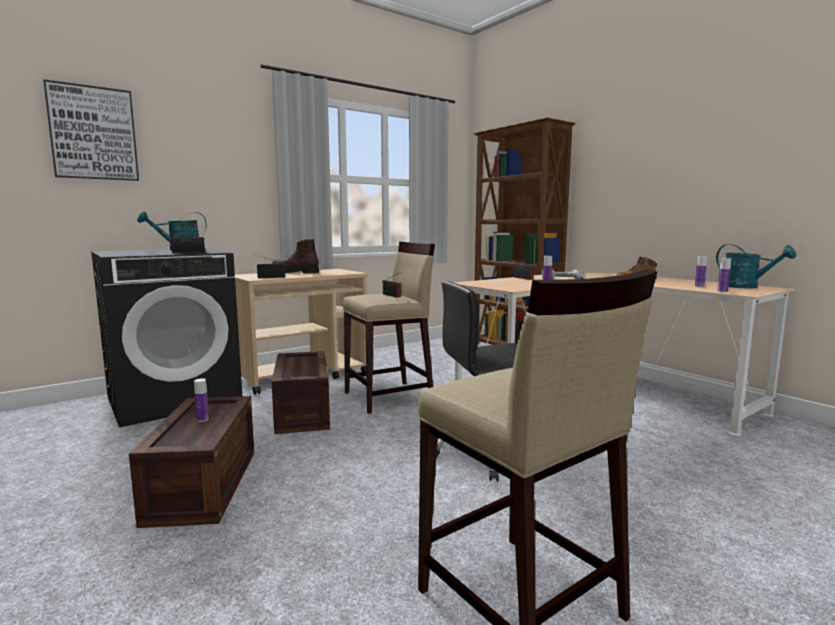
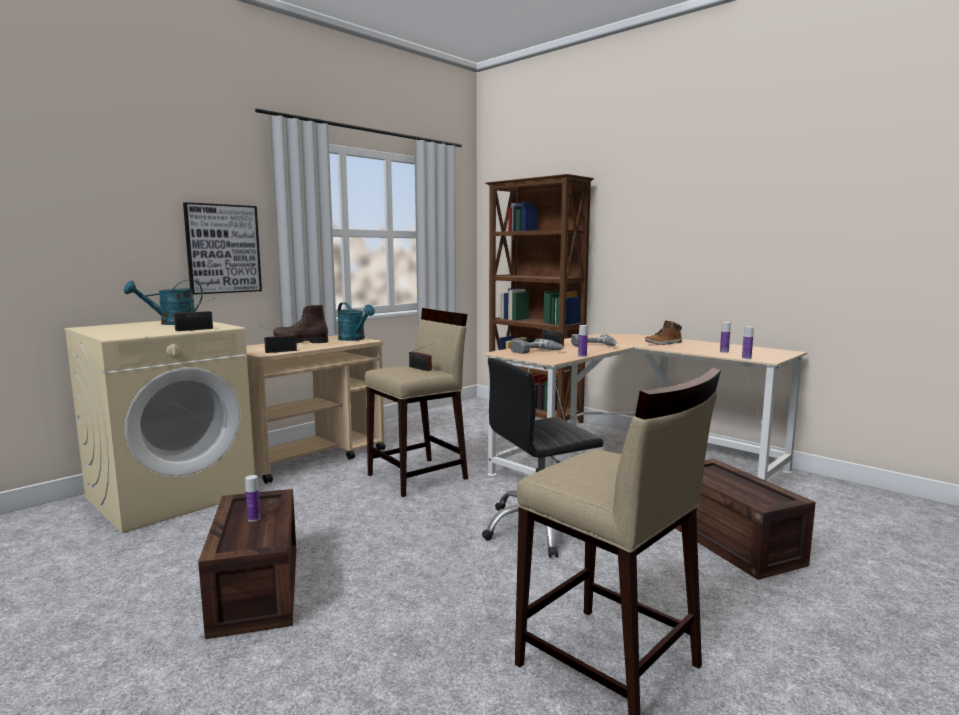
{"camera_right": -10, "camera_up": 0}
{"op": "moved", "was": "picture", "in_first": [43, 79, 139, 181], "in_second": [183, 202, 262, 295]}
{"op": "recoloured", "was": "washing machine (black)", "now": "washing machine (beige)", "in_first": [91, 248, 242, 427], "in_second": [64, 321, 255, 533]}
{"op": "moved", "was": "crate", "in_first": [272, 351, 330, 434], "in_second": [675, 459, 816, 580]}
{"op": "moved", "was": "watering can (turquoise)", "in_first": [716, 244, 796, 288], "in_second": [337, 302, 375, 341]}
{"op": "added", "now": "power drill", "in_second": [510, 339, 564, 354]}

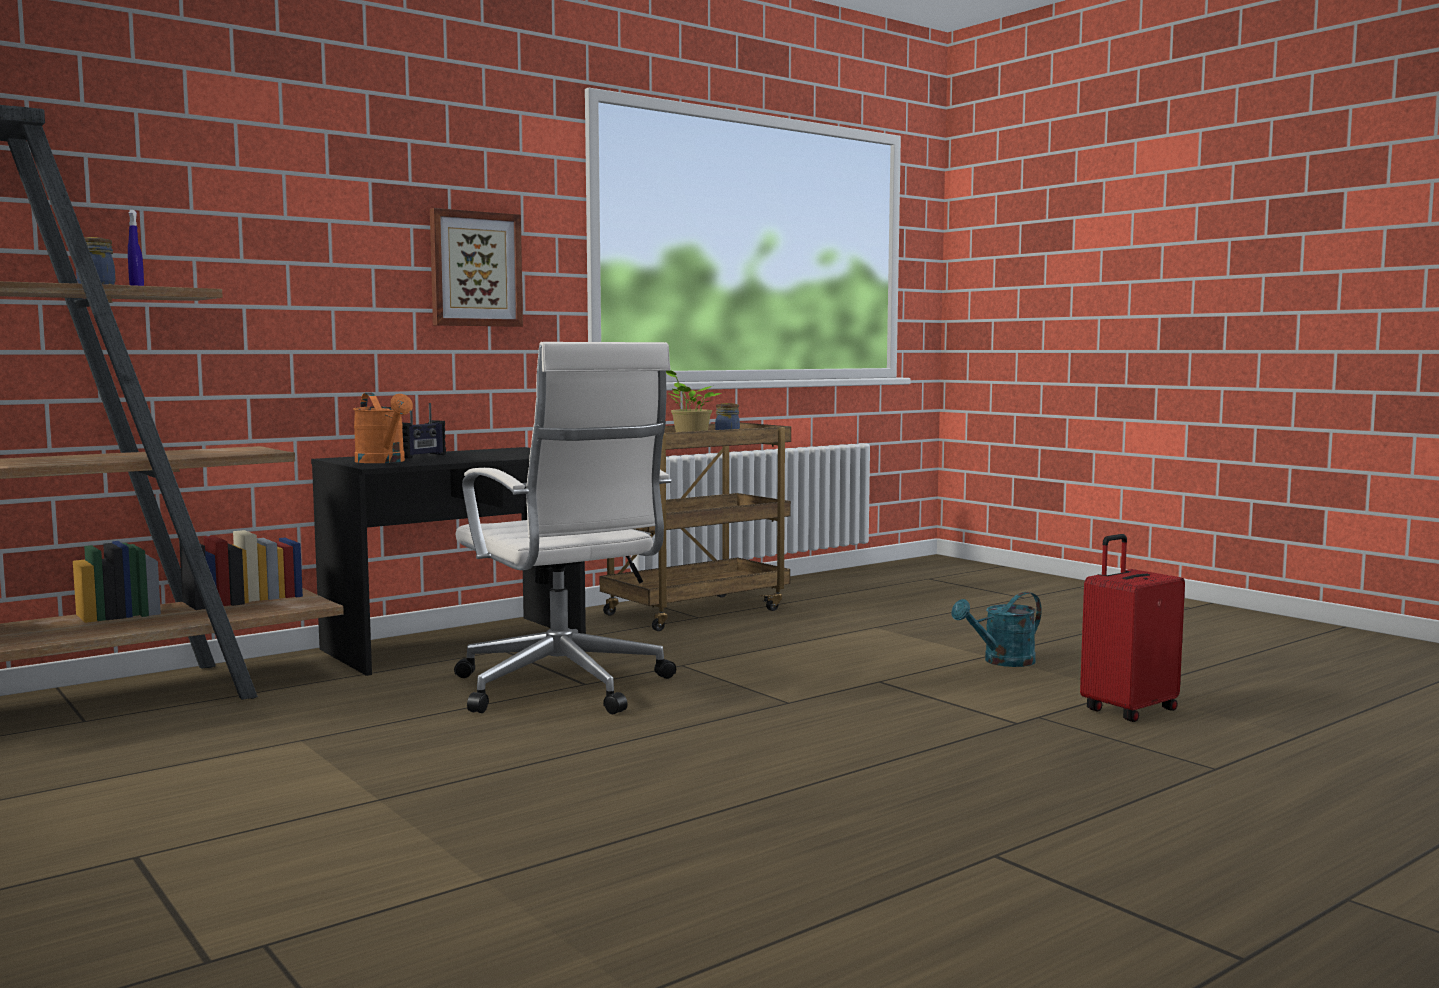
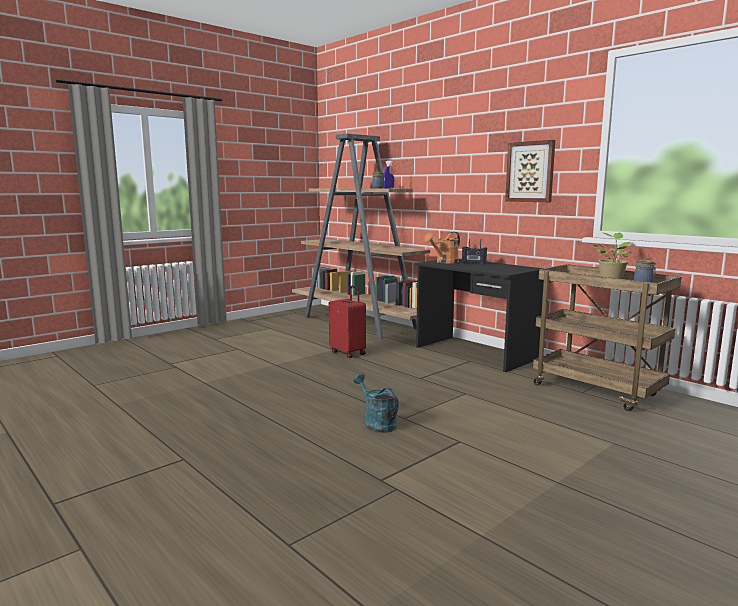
{"camera_right": 85, "camera_up": 5}
{"op": "removed", "was": "office chair (white)", "in_first": [454, 342, 676, 714]}
{"op": "moved", "was": "watering can (turquoise)", "in_first": [951, 592, 1042, 667], "in_second": [353, 373, 399, 433]}
{"op": "moved", "was": "suitcase (red)", "in_first": [1080, 534, 1185, 722], "in_second": [329, 286, 366, 358]}

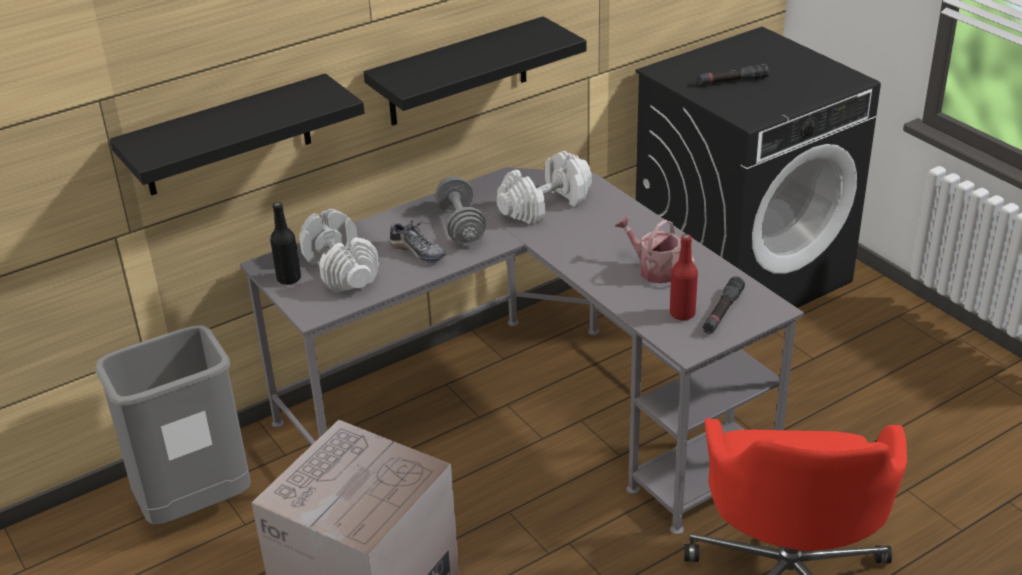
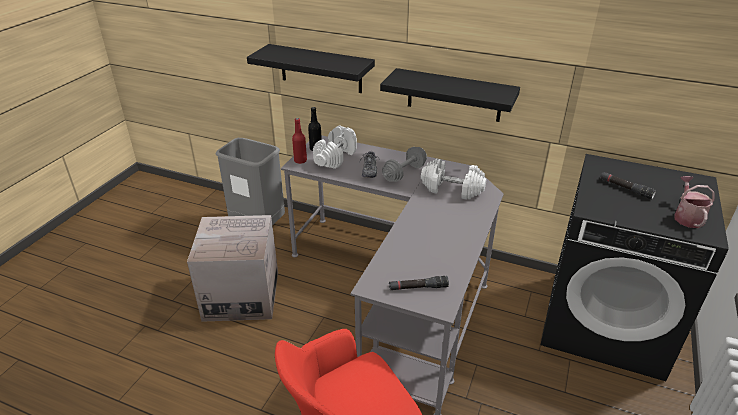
{"camera_right": 55, "camera_up": 0}
{"op": "moved", "was": "watering can", "in_first": [615, 216, 695, 284], "in_second": [674, 176, 715, 228]}
{"op": "moved", "was": "bottle (red)", "in_first": [670, 234, 698, 320], "in_second": [292, 118, 307, 164]}

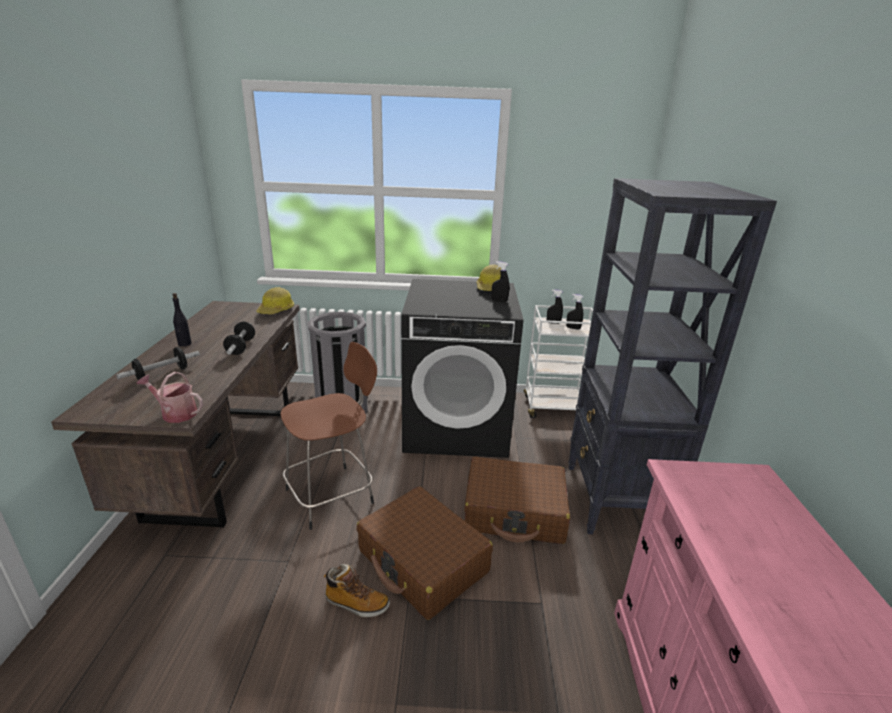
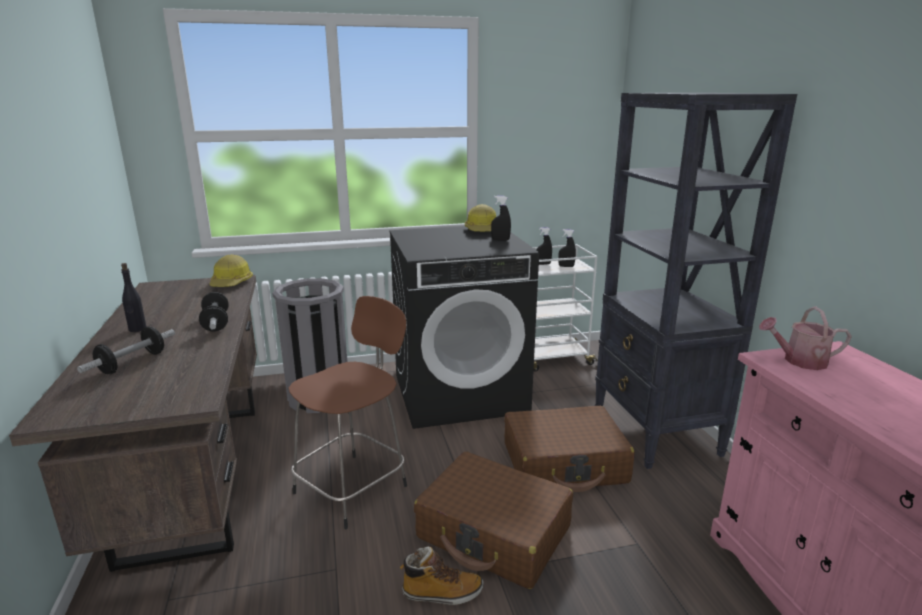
{"camera_right": -15, "camera_up": -5}
{"op": "moved", "was": "watering can", "in_first": [137, 371, 203, 423], "in_second": [759, 306, 852, 370]}

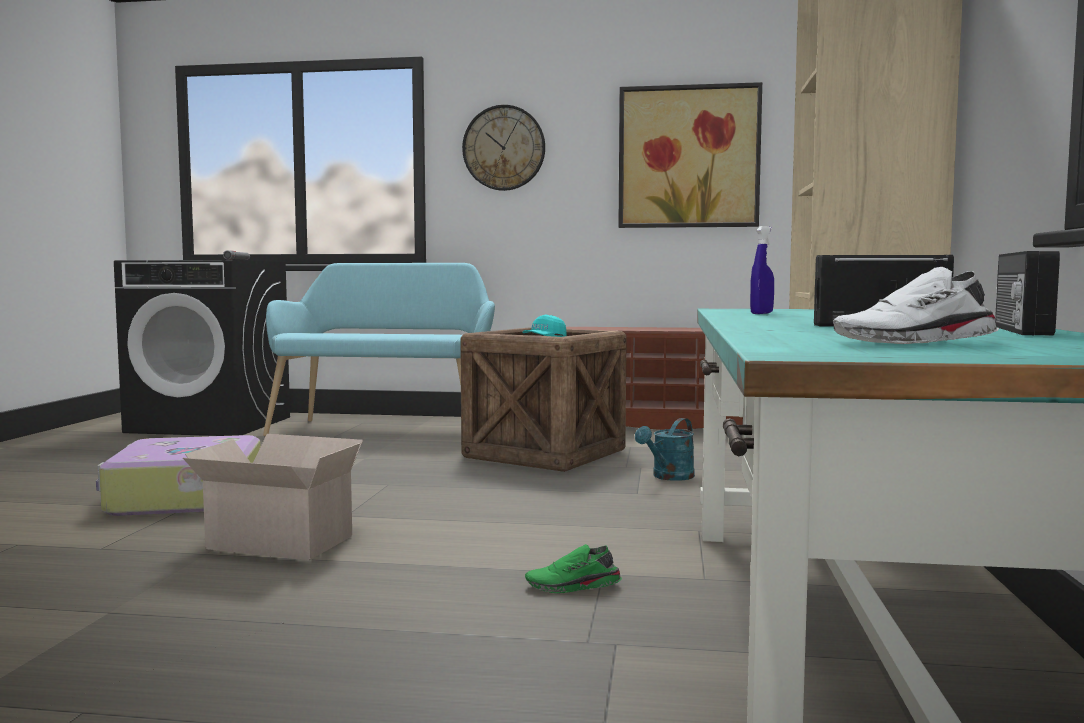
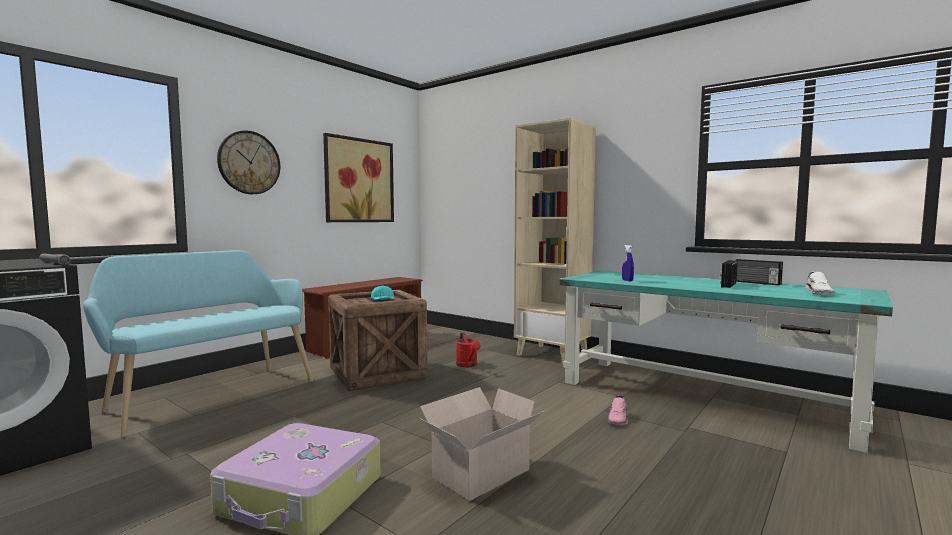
{"camera_right": -60, "camera_up": 0}
{"op": "recoloured", "was": "shoe (green)", "now": "shoe (pink)", "in_first": [525, 544, 622, 593], "in_second": [608, 395, 628, 425]}
{"op": "recoloured", "was": "watering can (turquoise)", "now": "watering can (red)", "in_first": [635, 418, 695, 481], "in_second": [456, 333, 481, 367]}

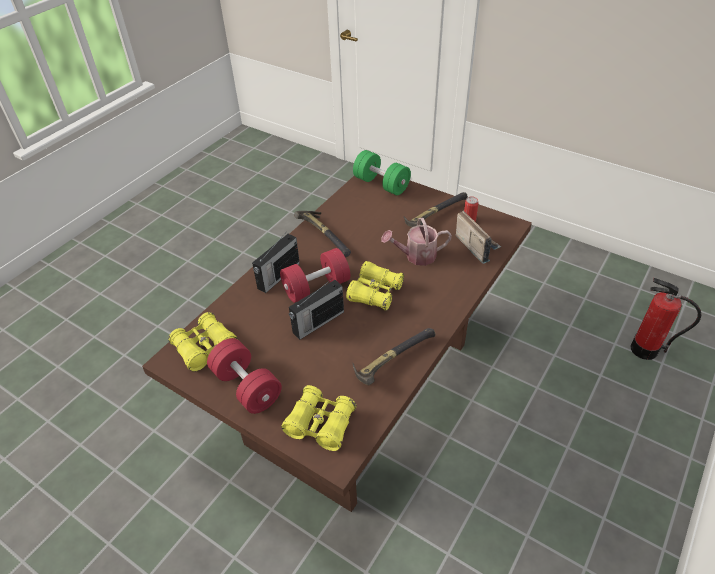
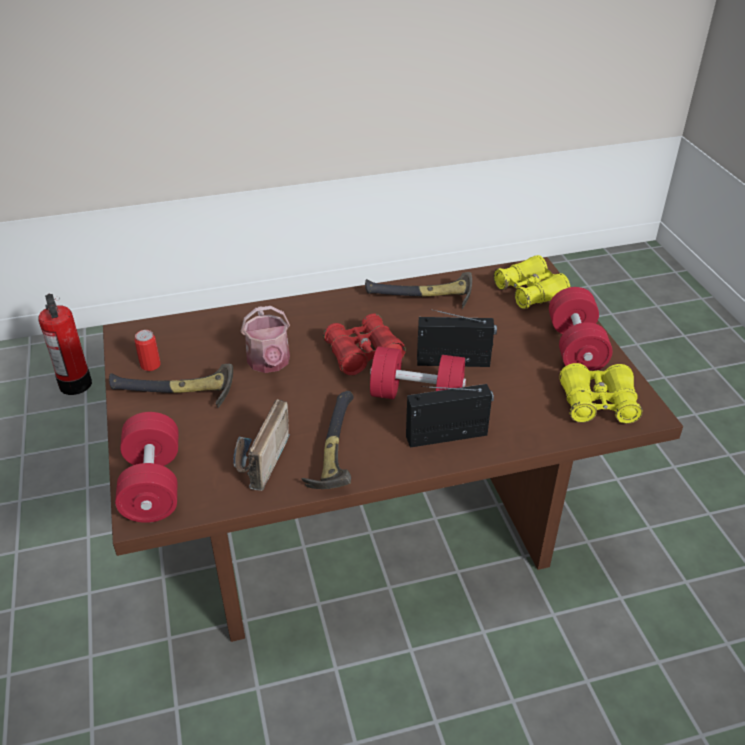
{"camera_right": -140, "camera_up": -5}
{"op": "recoloured", "was": "binoculars (yellow)", "now": "binoculars (red)", "in_first": [346, 261, 404, 311], "in_second": [323, 314, 406, 376]}
{"op": "recoloured", "was": "dumbbell (green)", "now": "dumbbell (red)", "in_first": [353, 150, 411, 195], "in_second": [115, 412, 178, 523]}
{"op": "turned", "was": "watering can", "in_first": [381, 218, 452, 266], "in_second": [241, 306, 290, 373], "clockwise": 45}
{"op": "moved", "was": "radio", "in_first": [456, 211, 501, 264], "in_second": [234, 399, 290, 491]}

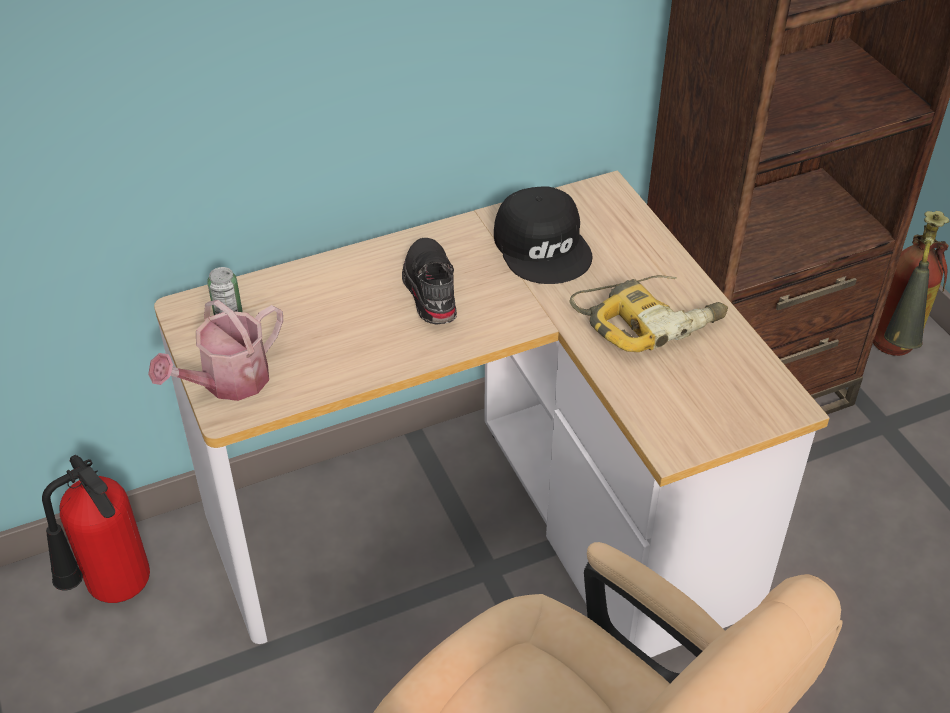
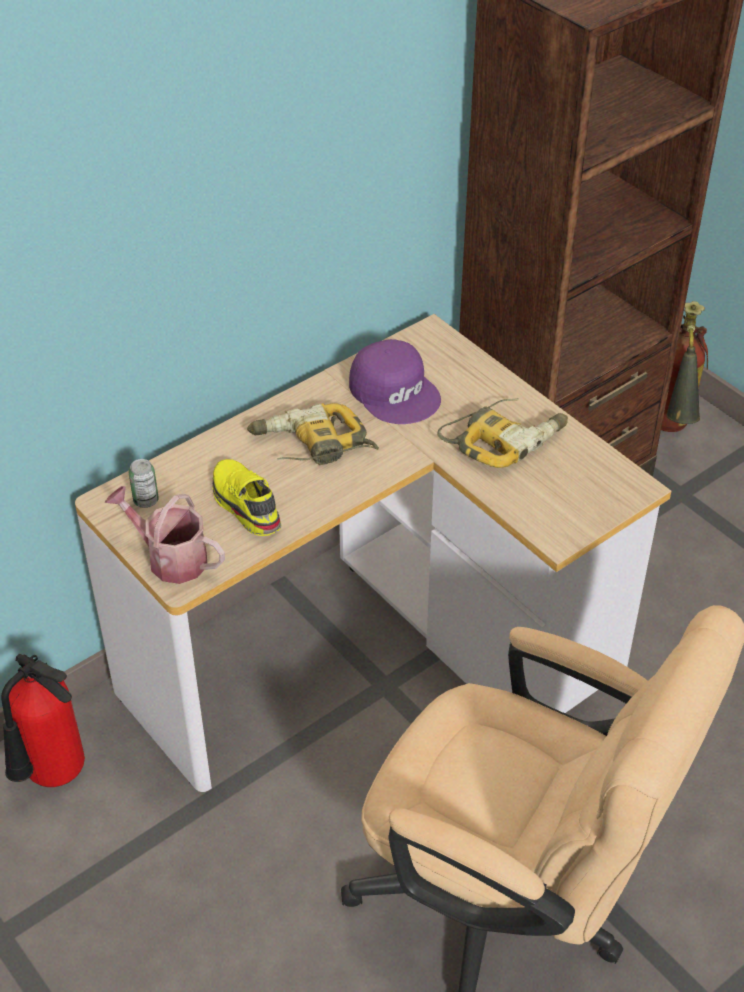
{"camera_right": -15, "camera_up": 0}
{"op": "turned", "was": "watering can", "in_first": [148, 300, 283, 401], "in_second": [104, 486, 225, 584], "clockwise": 90}
{"op": "replaced", "was": "shoe (black)", "now": "power drill", "in_first": [402, 238, 457, 324], "in_second": [247, 403, 379, 465]}
{"op": "recoloured", "was": "cap (black)", "now": "cap (purple)", "in_first": [494, 186, 593, 284], "in_second": [349, 339, 441, 424]}
{"op": "added", "now": "shoe (yellow)", "in_second": [212, 459, 282, 536]}

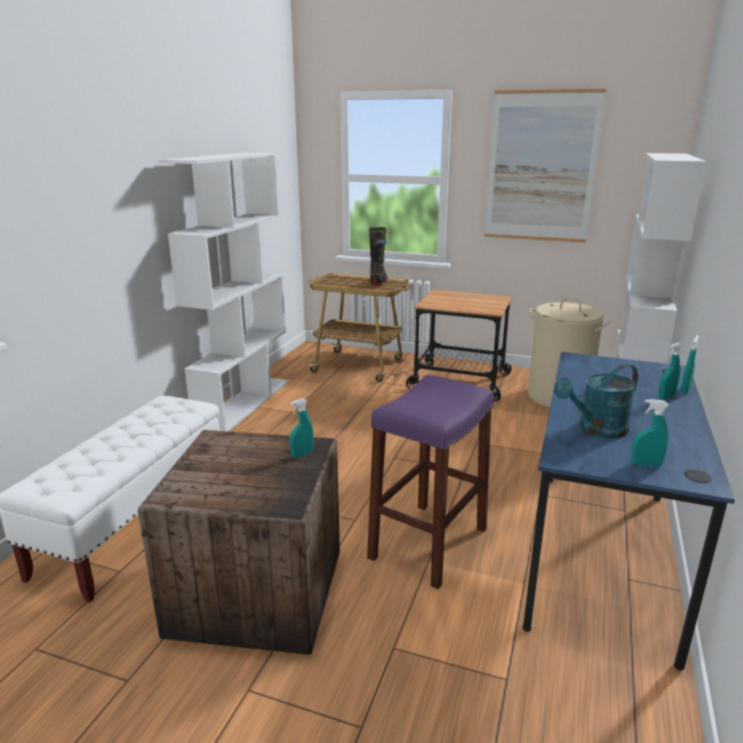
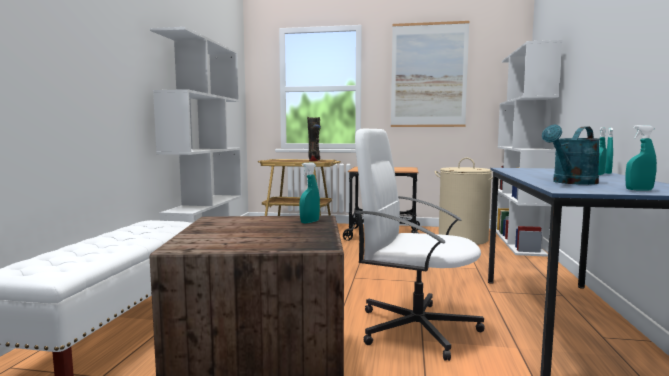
{"camera_right": -10, "camera_up": -15}
{"op": "replaced", "was": "stool (purple)", "now": "office chair (white)", "in_first": [367, 375, 494, 589], "in_second": [355, 129, 484, 361]}

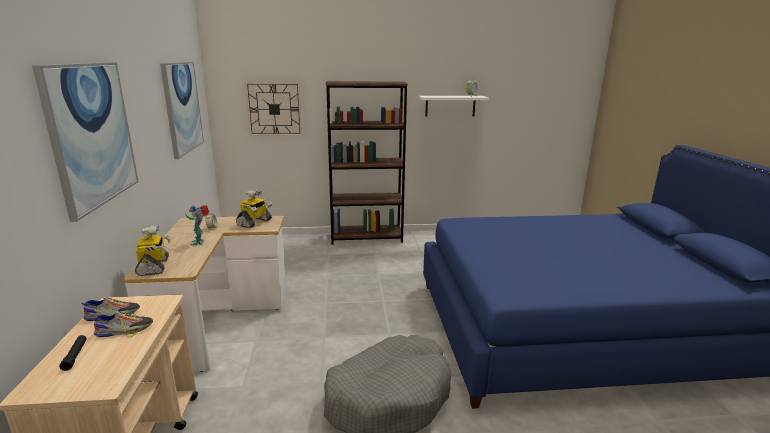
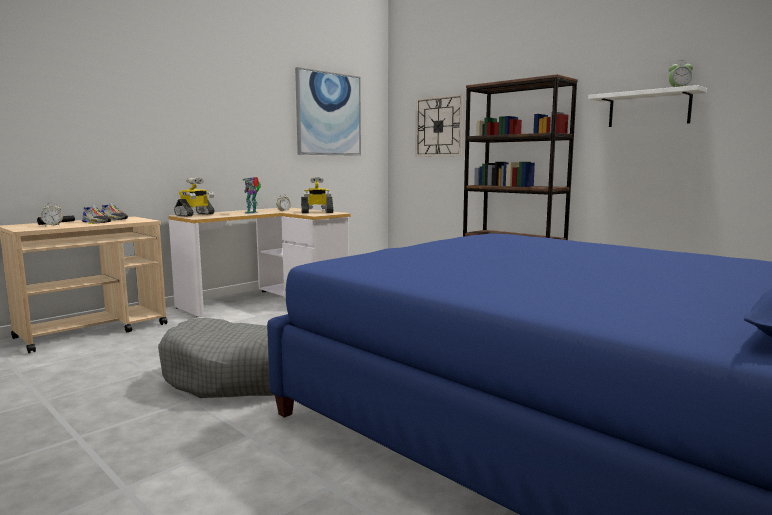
{"camera_right": 50, "camera_up": -10}
{"op": "removed", "was": "picture", "in_first": [32, 62, 139, 222]}
{"op": "added", "now": "alarm clock", "in_second": [41, 203, 63, 226]}

